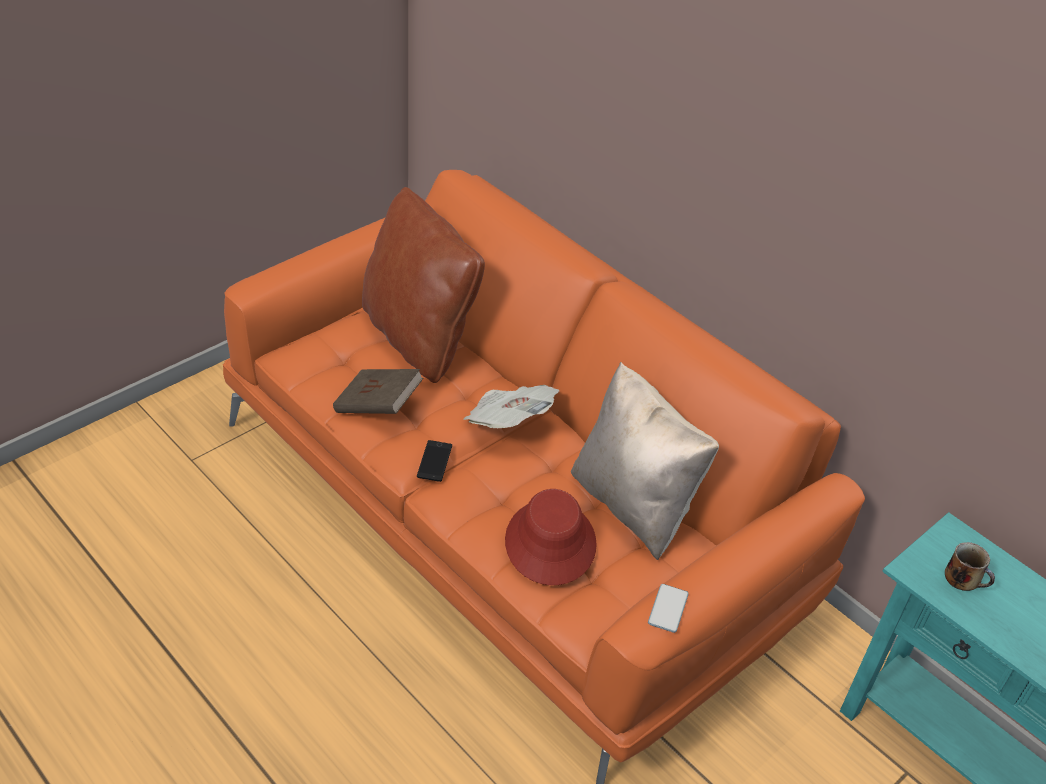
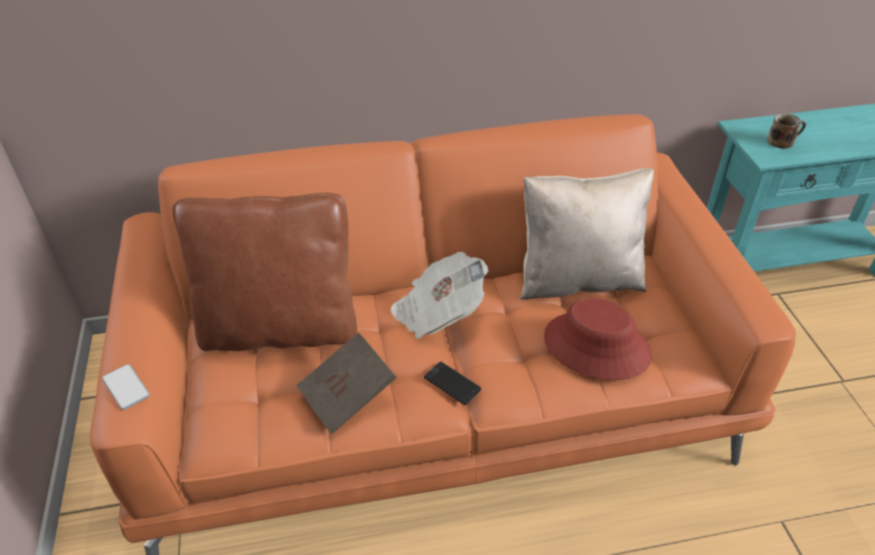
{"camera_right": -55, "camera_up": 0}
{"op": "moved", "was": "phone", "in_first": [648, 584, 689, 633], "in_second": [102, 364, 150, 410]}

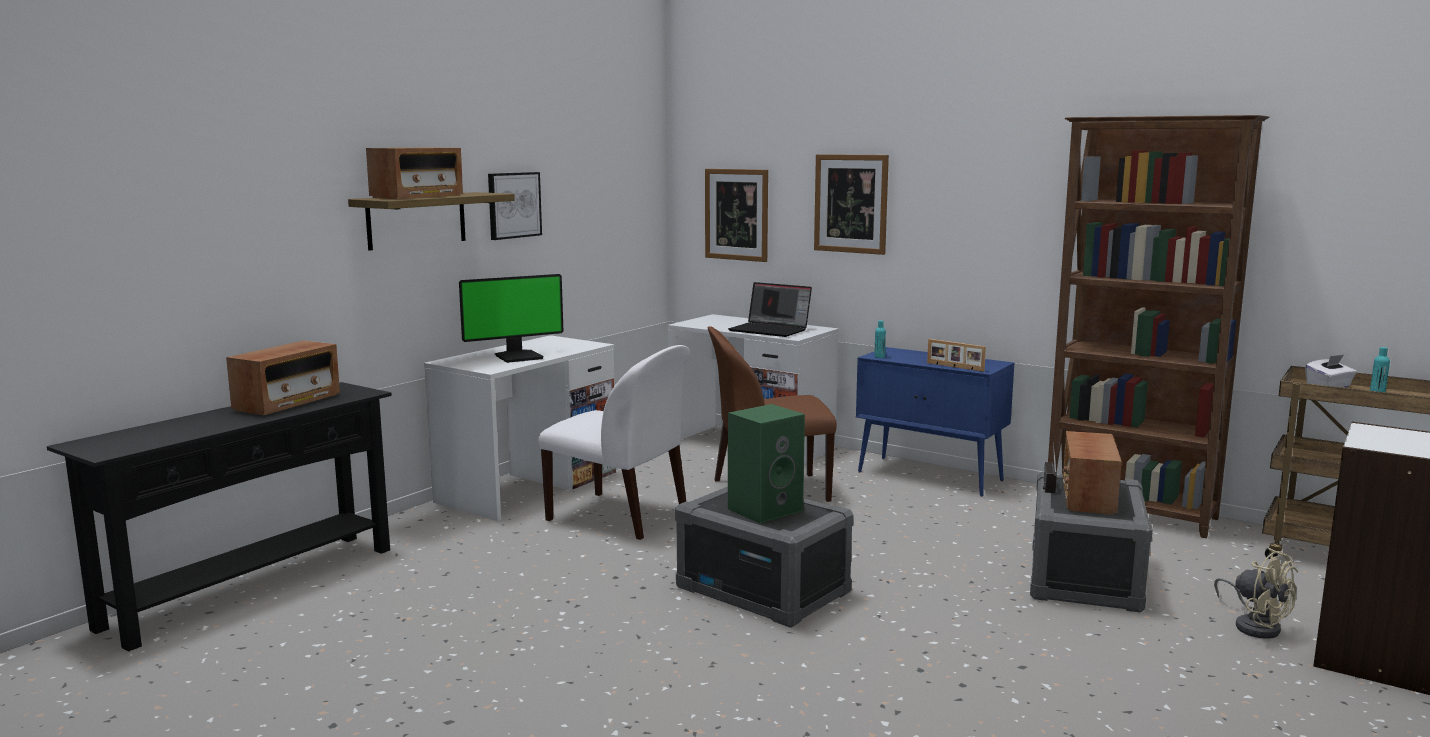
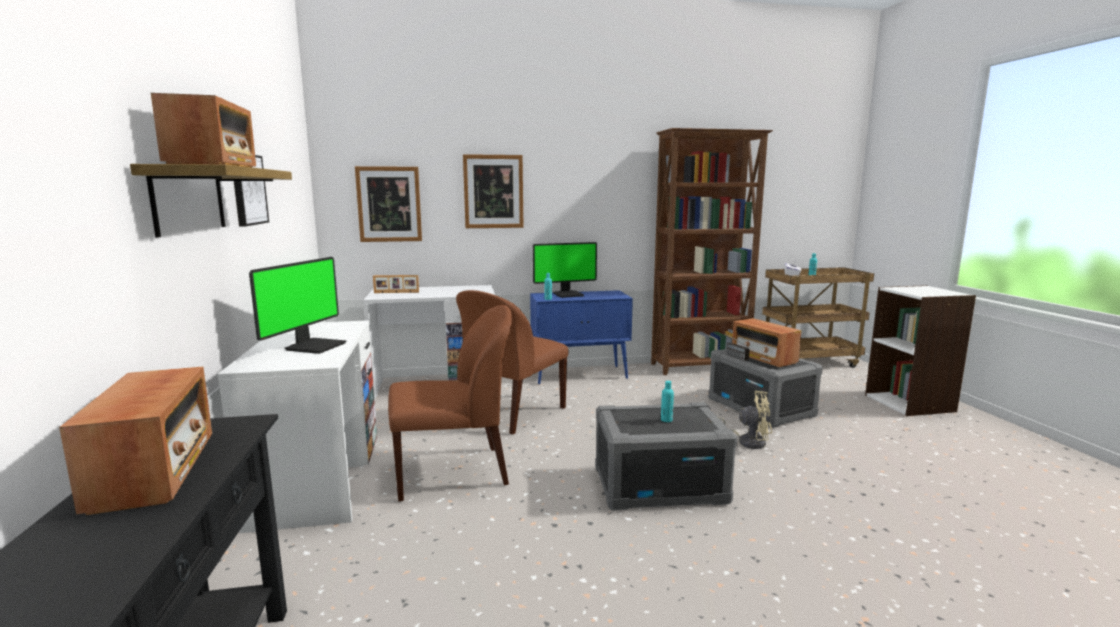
{"camera_right": -45, "camera_up": 0}
{"op": "recoloured", "was": "chair (white)", "now": "chair (brown)", "in_first": [539, 345, 690, 540], "in_second": [388, 305, 512, 501]}
{"op": "removed", "was": "laptop", "in_first": [728, 282, 812, 337]}
{"op": "replaced", "was": "speaker (green)", "now": "bottle (turquoise)", "in_first": [728, 404, 805, 523], "in_second": [661, 381, 674, 422]}
{"op": "moved", "was": "picture frame", "in_first": [927, 339, 986, 372], "in_second": [373, 275, 419, 293]}
{"op": "moved", "was": "fan (beige)", "in_first": [1214, 548, 1298, 639], "in_second": [718, 391, 772, 449]}
{"op": "added", "now": "monitor", "in_second": [533, 242, 597, 298]}

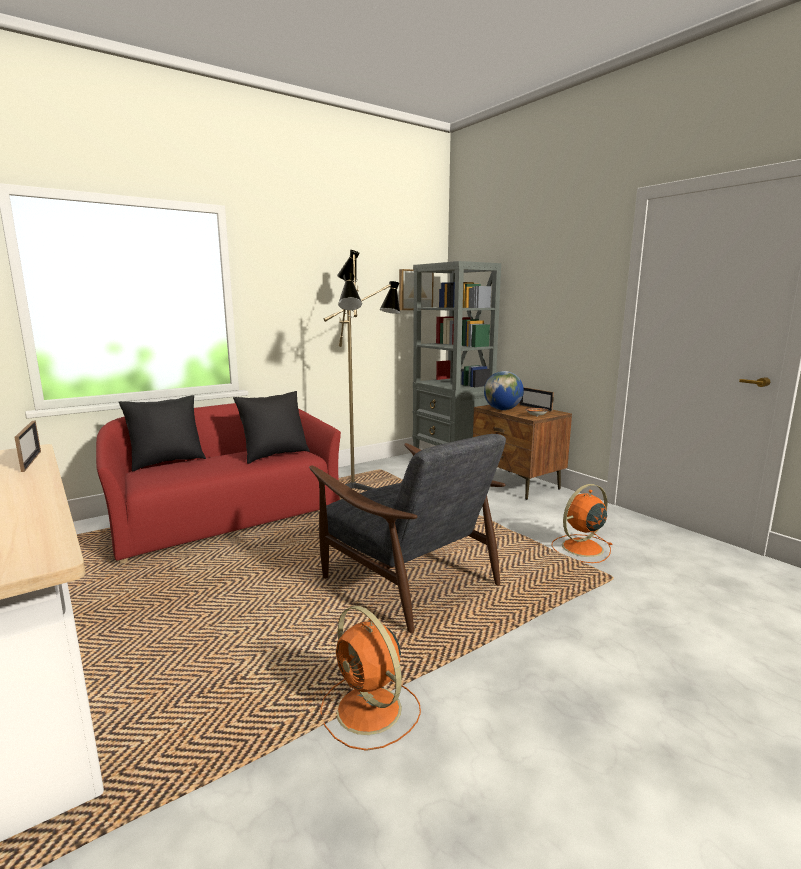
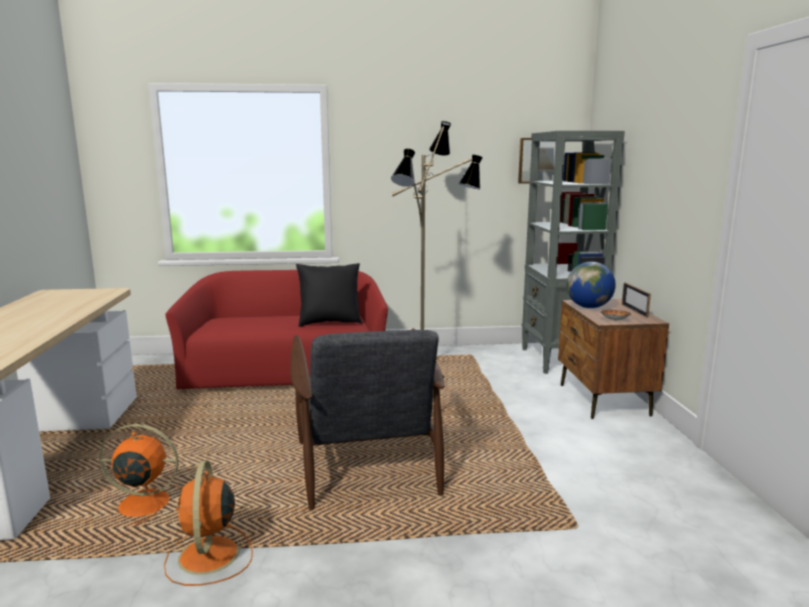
{"camera_right": 30, "camera_up": 0}
{"op": "removed", "was": "picture frame", "in_first": [15, 421, 41, 472]}
{"op": "removed", "was": "pillow (black)", "in_first": [119, 395, 206, 471]}
{"op": "moved", "was": "fan (orange)", "in_first": [551, 484, 613, 563], "in_second": [99, 424, 182, 525]}

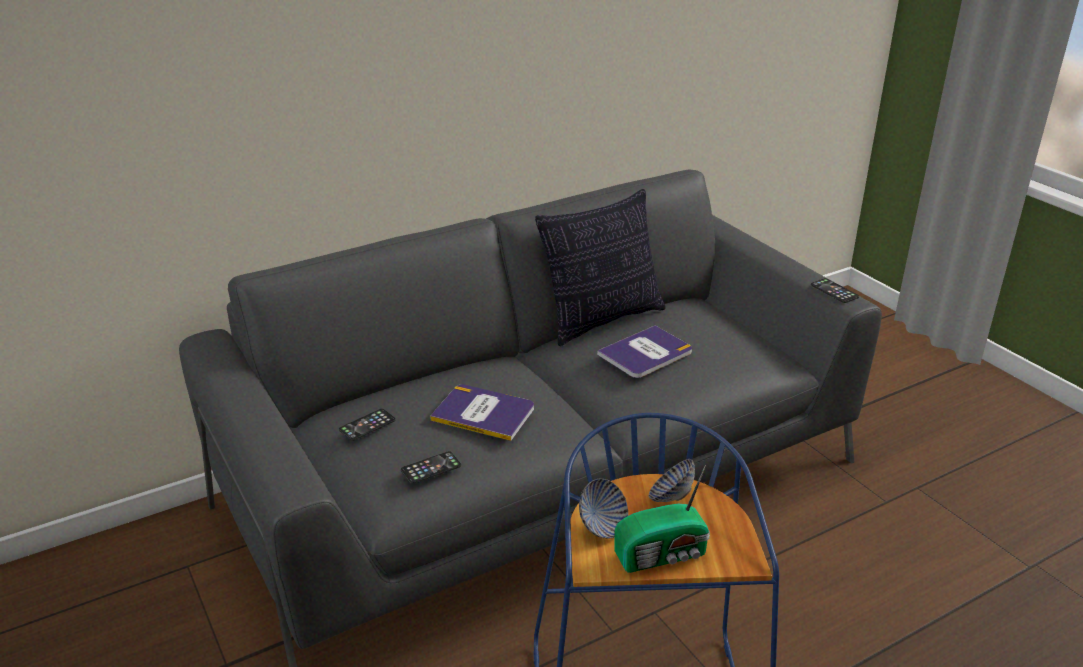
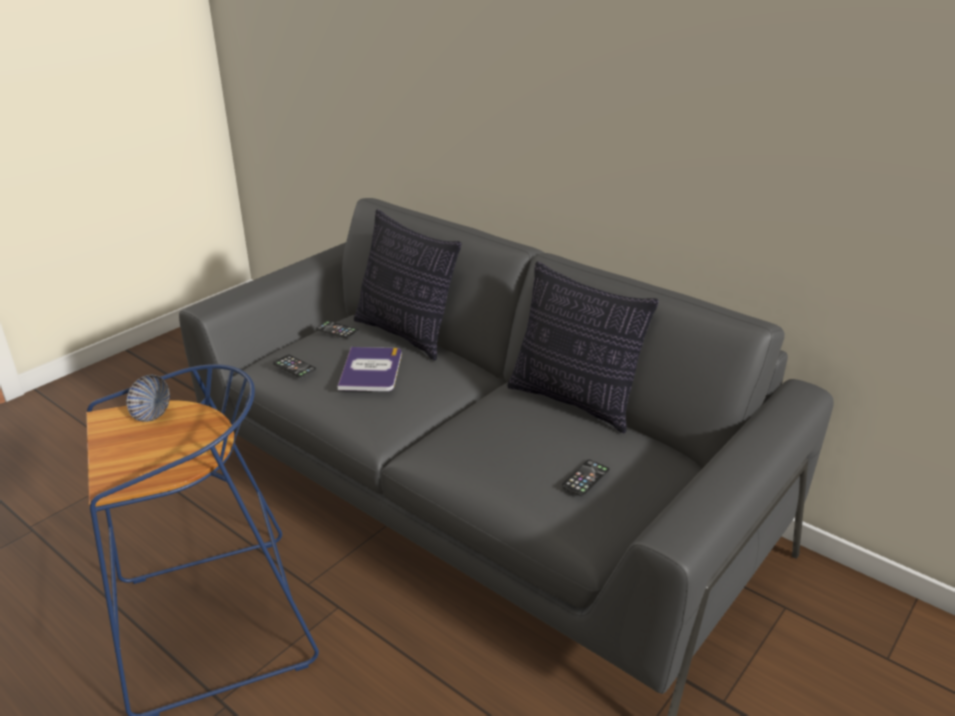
{"camera_right": 70, "camera_up": 0}
{"op": "removed", "was": "book", "in_first": [597, 325, 692, 378]}
{"op": "removed", "was": "radio", "in_first": [614, 465, 710, 573]}
{"op": "removed", "was": "bowl", "in_first": [649, 459, 695, 502]}
{"op": "moved", "was": "phone", "in_first": [811, 278, 859, 303], "in_second": [561, 460, 610, 497]}
{"op": "added", "now": "pillow", "in_second": [354, 209, 462, 360]}

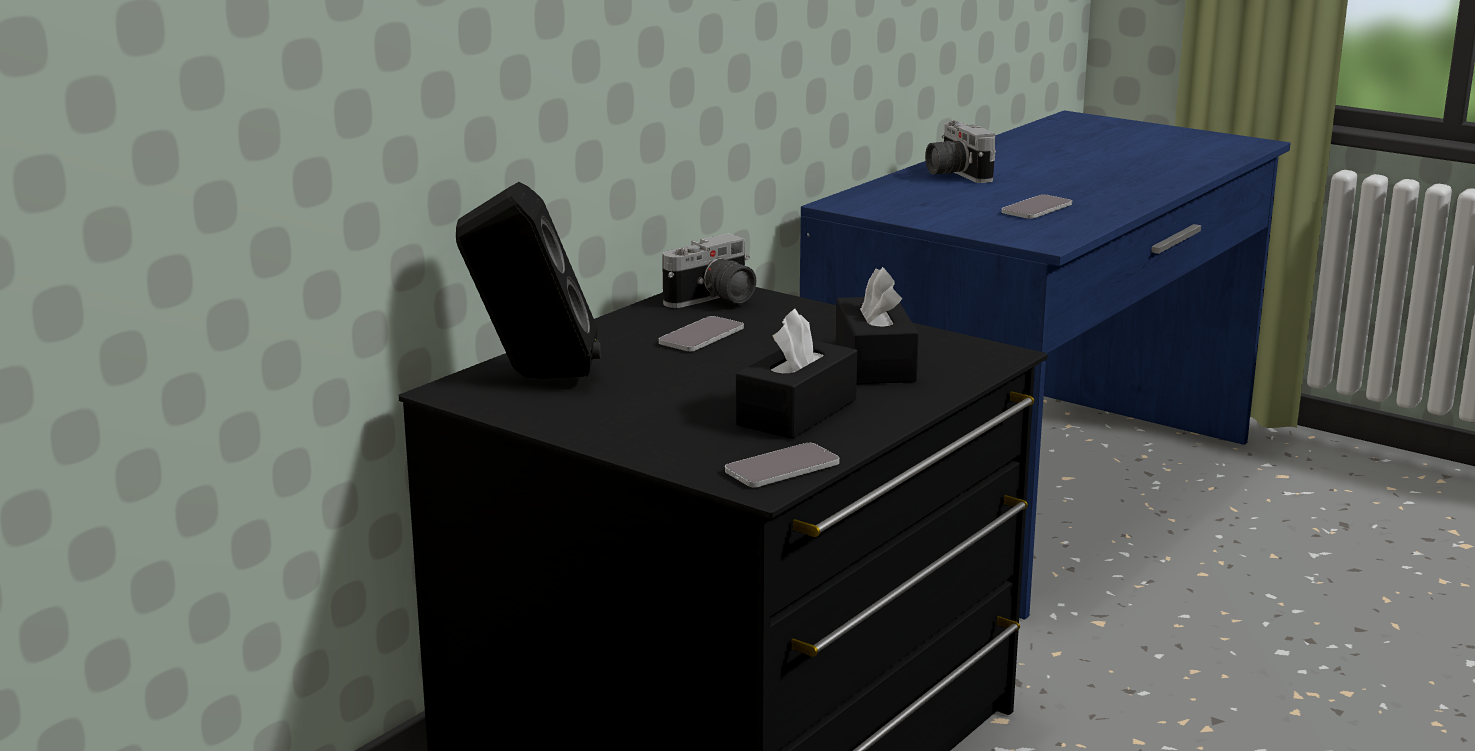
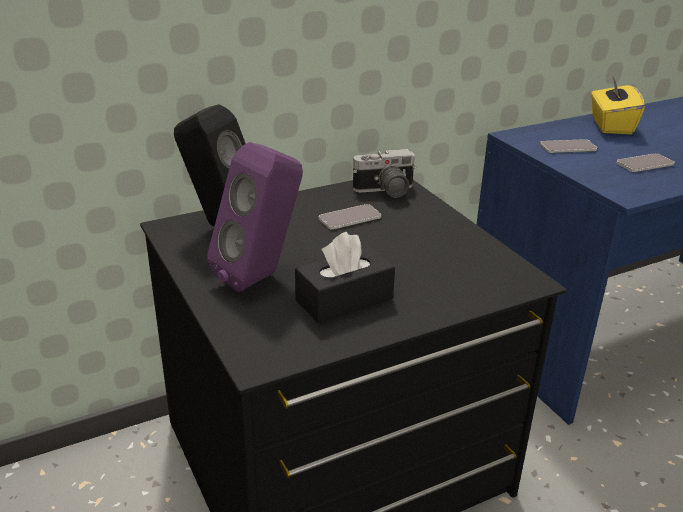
{"camera_right": 25, "camera_up": 10}
{"op": "moved", "was": "phone", "in_first": [725, 443, 840, 487], "in_second": [540, 139, 597, 153]}
{"op": "removed", "was": "tissue box (black)", "in_first": [836, 267, 919, 384]}
{"op": "replaced", "was": "photo camera", "now": "tissue box (yellow)", "in_first": [925, 120, 996, 183], "in_second": [591, 74, 645, 134]}
{"op": "added", "now": "speaker (purple)", "in_second": [207, 142, 303, 293]}

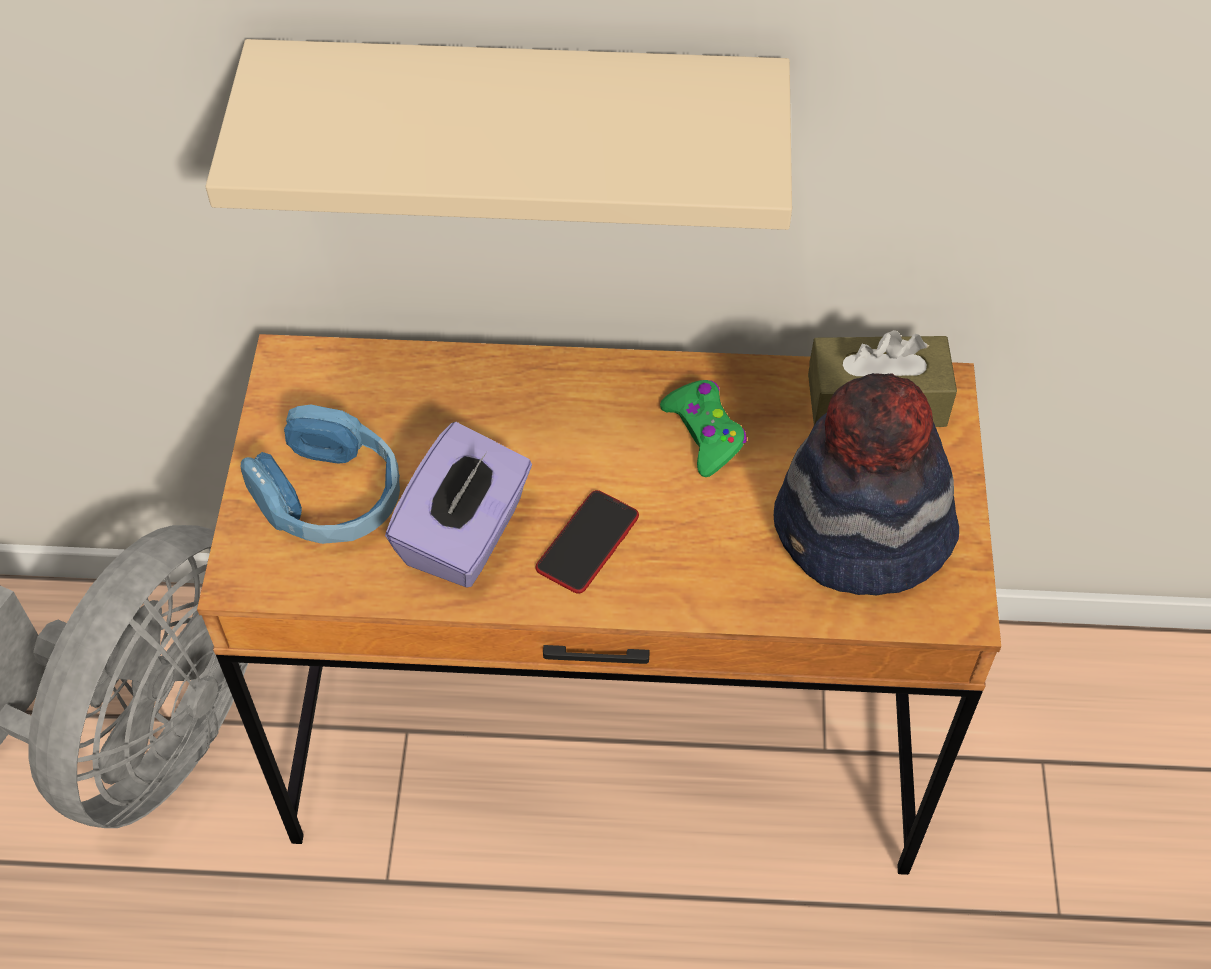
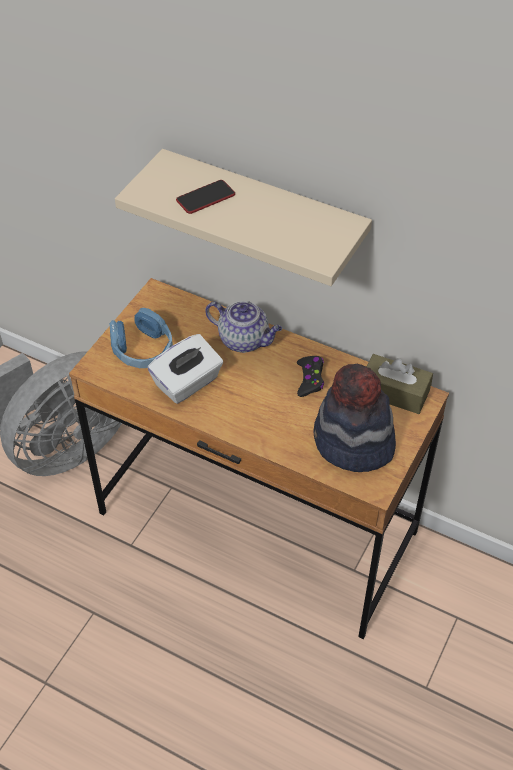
{"camera_right": 25, "camera_up": -5}
{"op": "recoloured", "was": "tissue box (purple)", "now": "tissue box (white)", "in_first": [385, 422, 532, 588], "in_second": [148, 334, 223, 404]}
{"op": "moved", "was": "phone", "in_first": [535, 490, 639, 594], "in_second": [176, 180, 235, 214]}
{"op": "recoloured", "was": "game controller (green)", "now": "game controller (black)", "in_first": [660, 380, 747, 477], "in_second": [297, 356, 324, 397]}
{"op": "added", "now": "teapot", "in_second": [205, 301, 282, 353]}

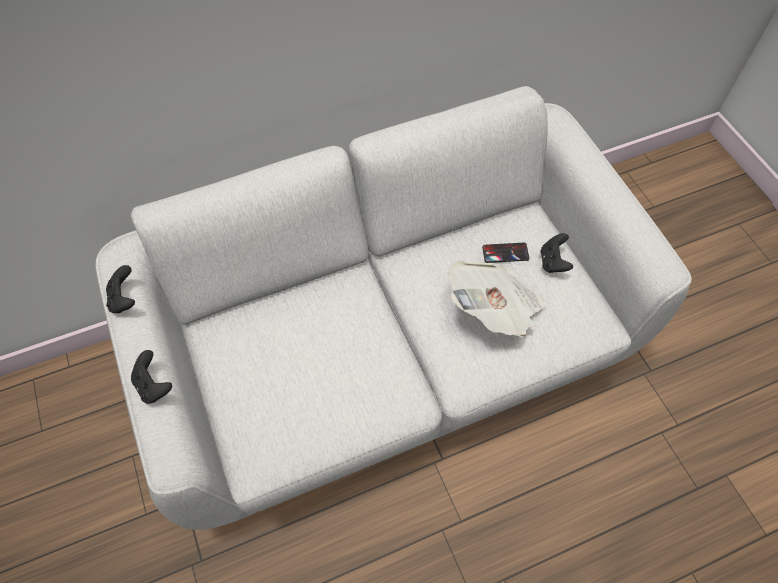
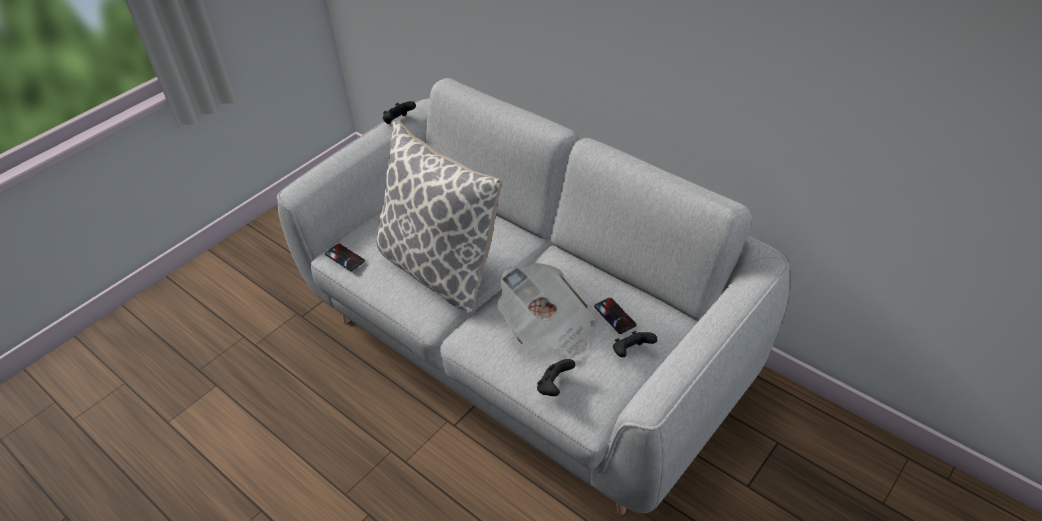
{"camera_right": 65, "camera_up": -15}
{"op": "moved", "was": "game controller (black)", "in_first": [131, 350, 172, 404], "in_second": [537, 359, 576, 396]}
{"op": "added", "now": "phone", "in_second": [325, 244, 365, 271]}
{"op": "added", "now": "pillow", "in_second": [376, 121, 502, 313]}

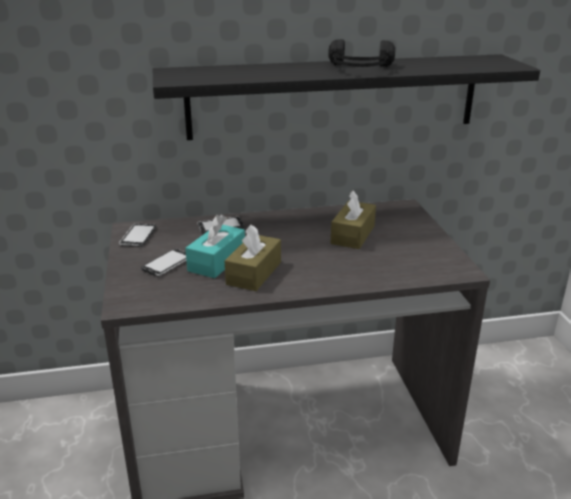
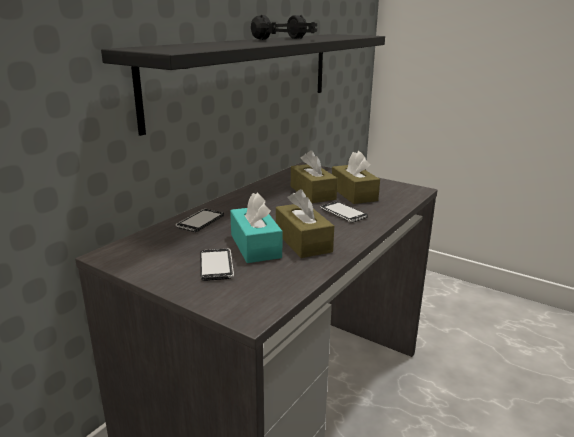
{"camera_right": -45, "camera_up": -5}
{"op": "moved", "was": "phone", "in_first": [119, 223, 156, 247], "in_second": [320, 202, 368, 223]}
{"op": "added", "now": "tissue box (brown)", "in_second": [332, 151, 380, 204]}

